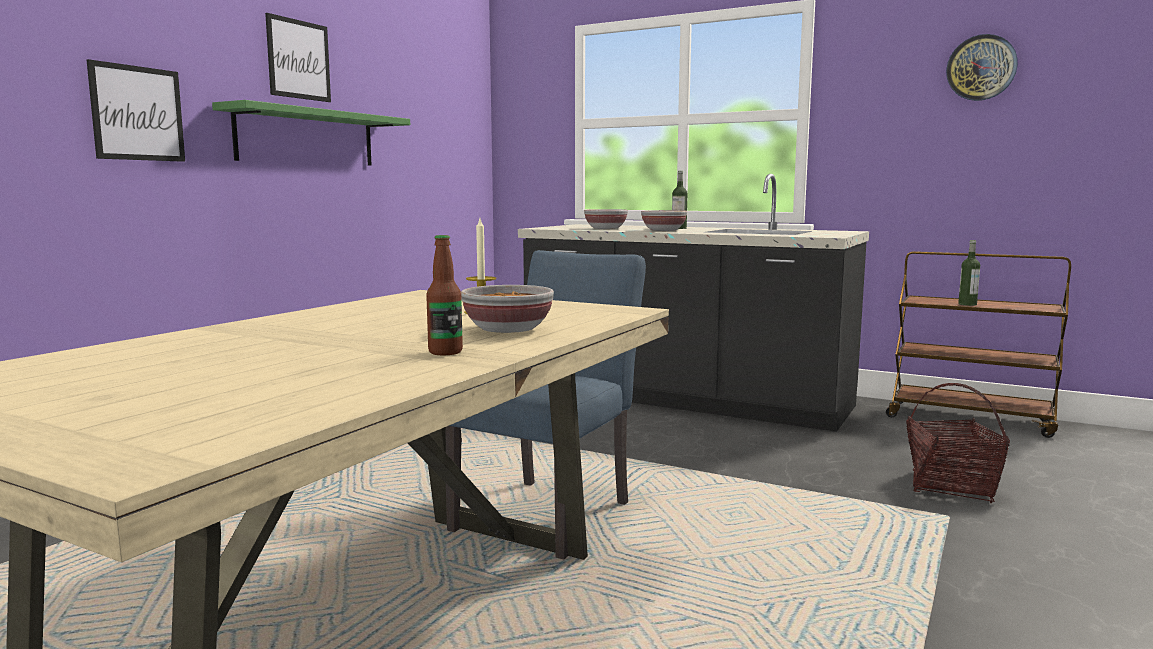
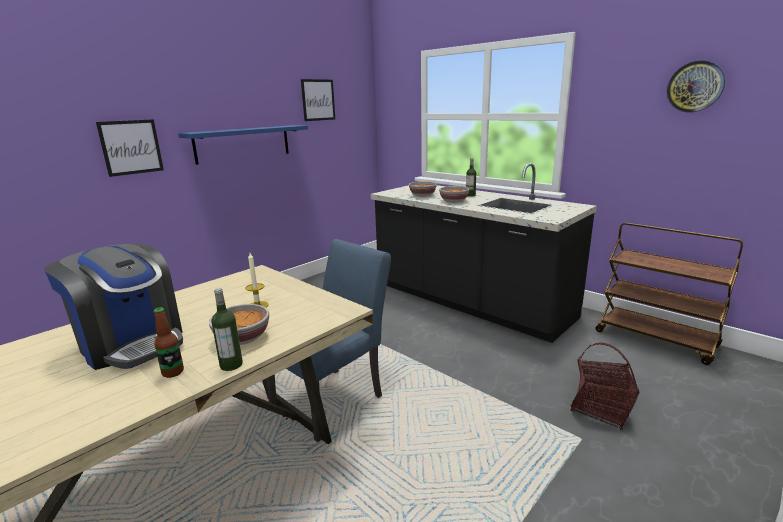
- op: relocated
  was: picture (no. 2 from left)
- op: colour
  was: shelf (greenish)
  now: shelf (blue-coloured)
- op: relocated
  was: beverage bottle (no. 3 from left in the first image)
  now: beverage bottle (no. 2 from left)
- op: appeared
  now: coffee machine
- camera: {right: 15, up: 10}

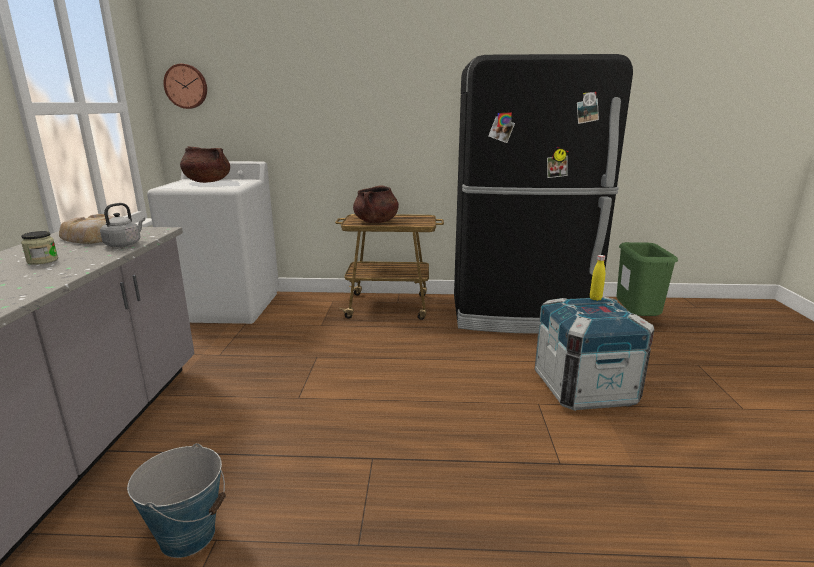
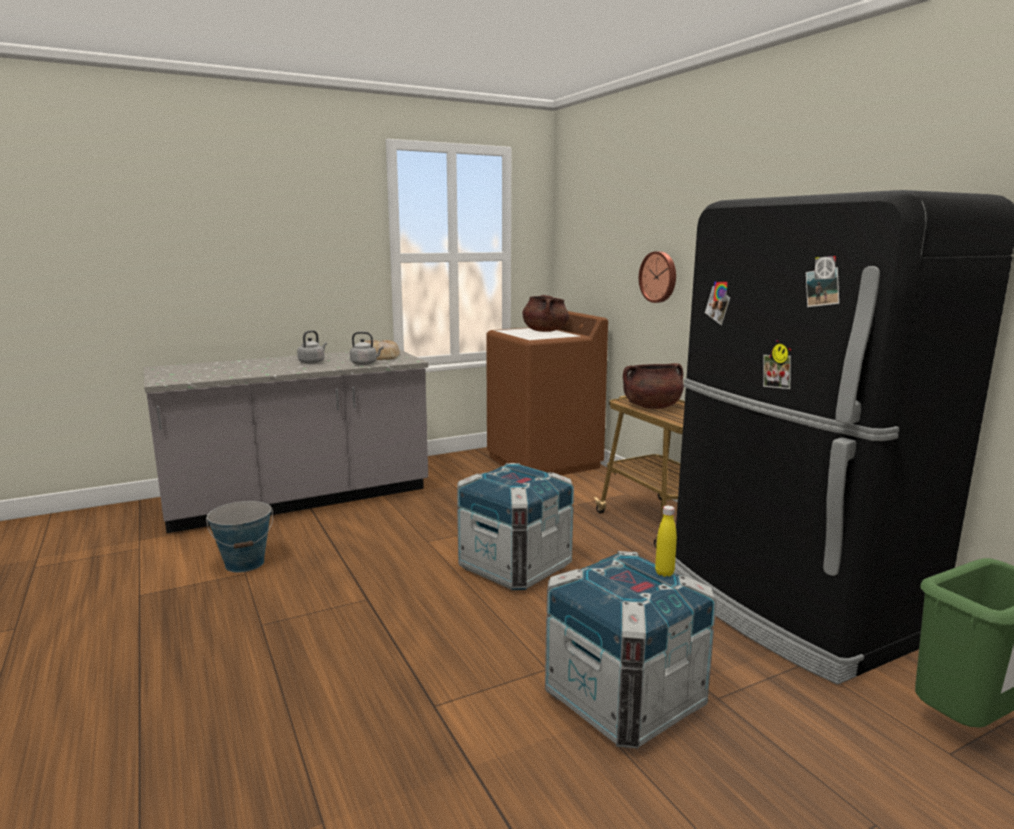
- op: relocated
  was: clock on the wall
- op: colour
  was: washing machine (white)
  now: washing machine (brown)
- op: exchanged
  was: jar
  now: tea kettle (greyish) (no. 1 from left)
- op: appeared
  now: packing crate (no. 1 from left)
- camera: {right: 60, up: -5}

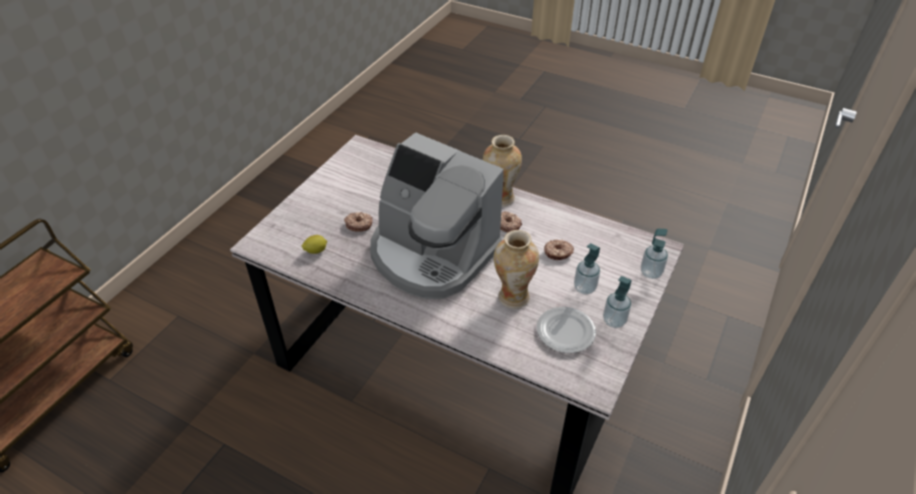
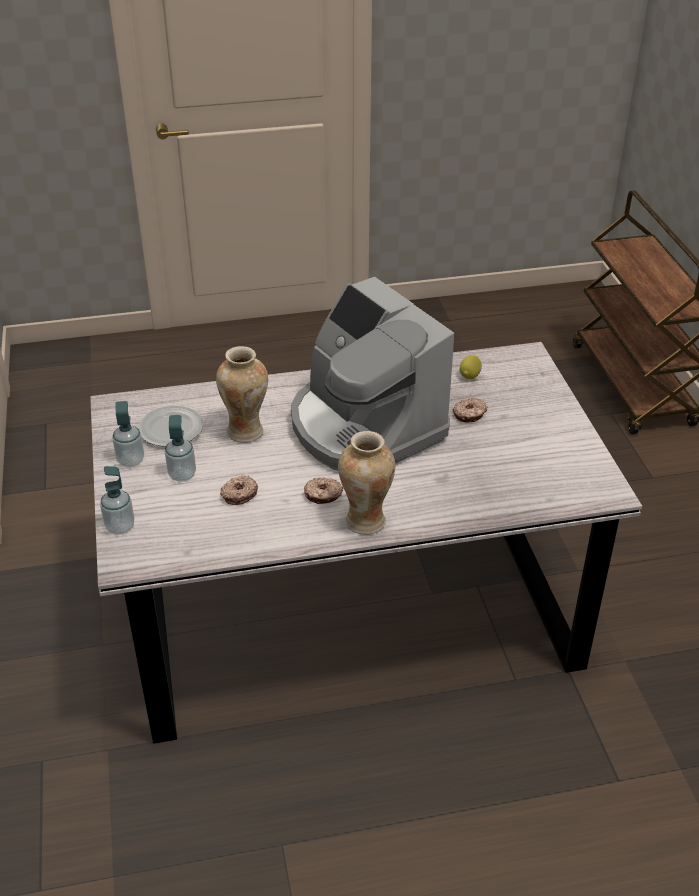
- op: spun
  was: coffee machine
  clockwise: -120
- camera: {right: 140, up: -5}

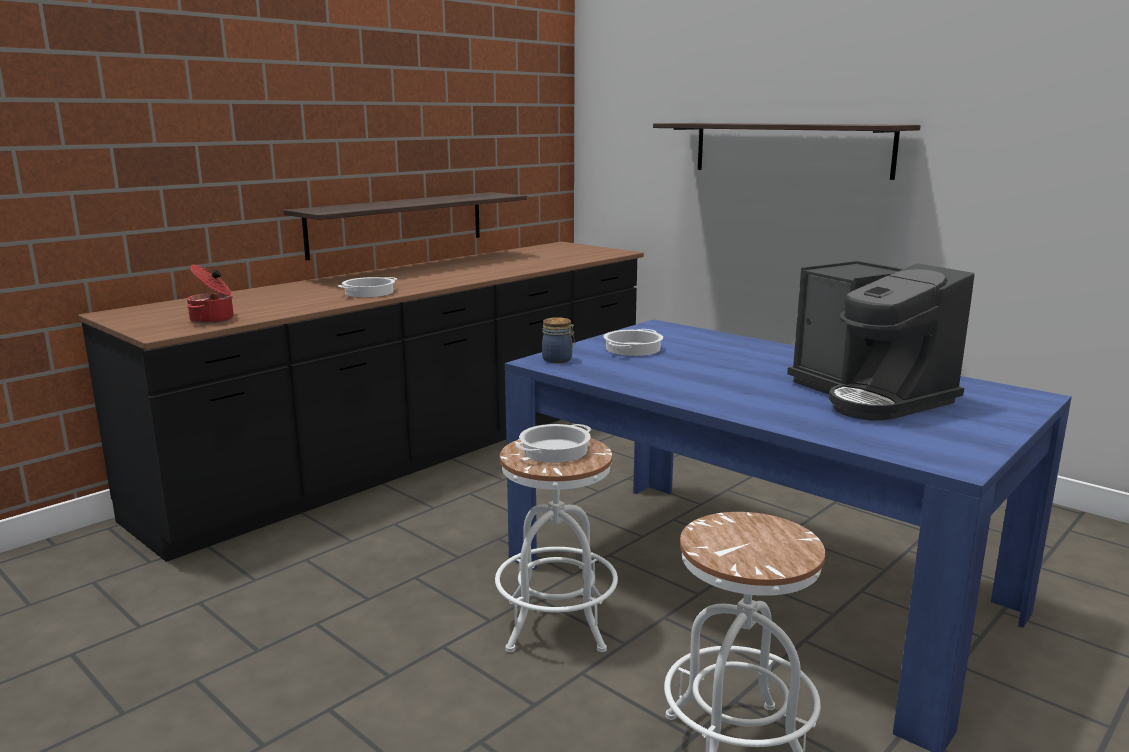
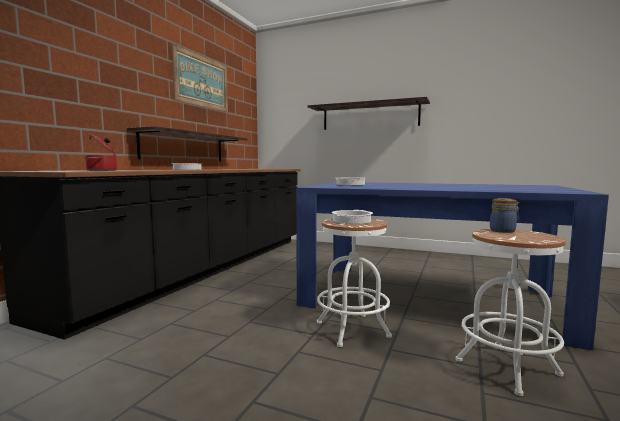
- op: missing
  was: coffee machine
- op: relocated
  was: jar
- op: appeared
  now: picture
- camera: {right: -20, up: -10}

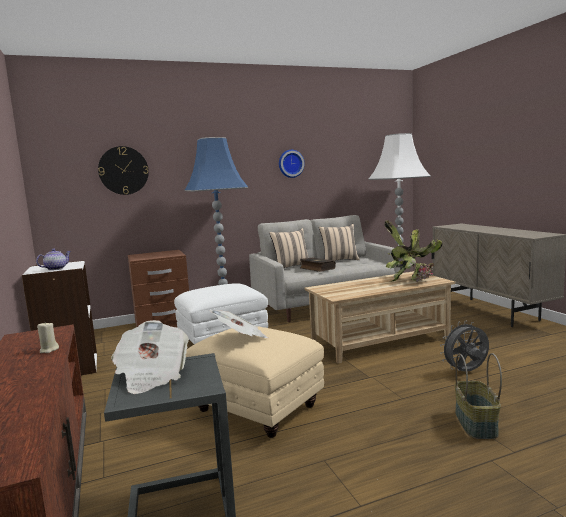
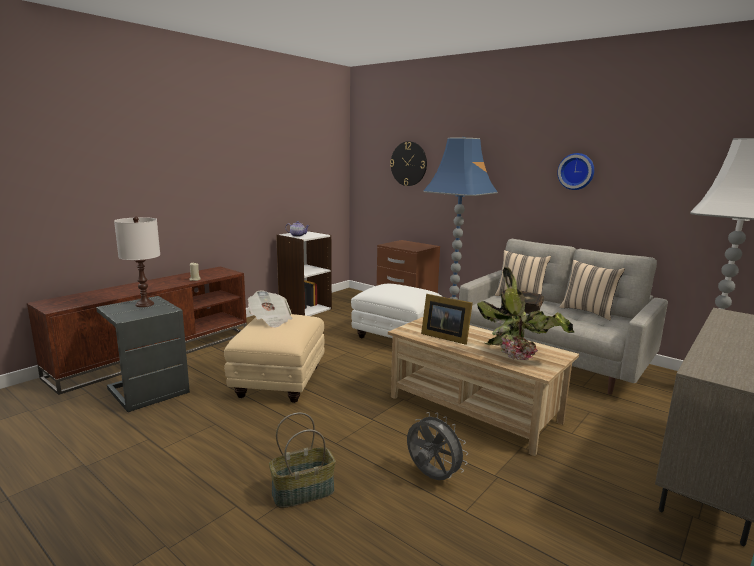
- op: exchanged
  was: printed paper (no. 1 from left)
  now: table lamp (white)
- op: appeared
  now: photo frame
- camera: {right: 60, up: 5}

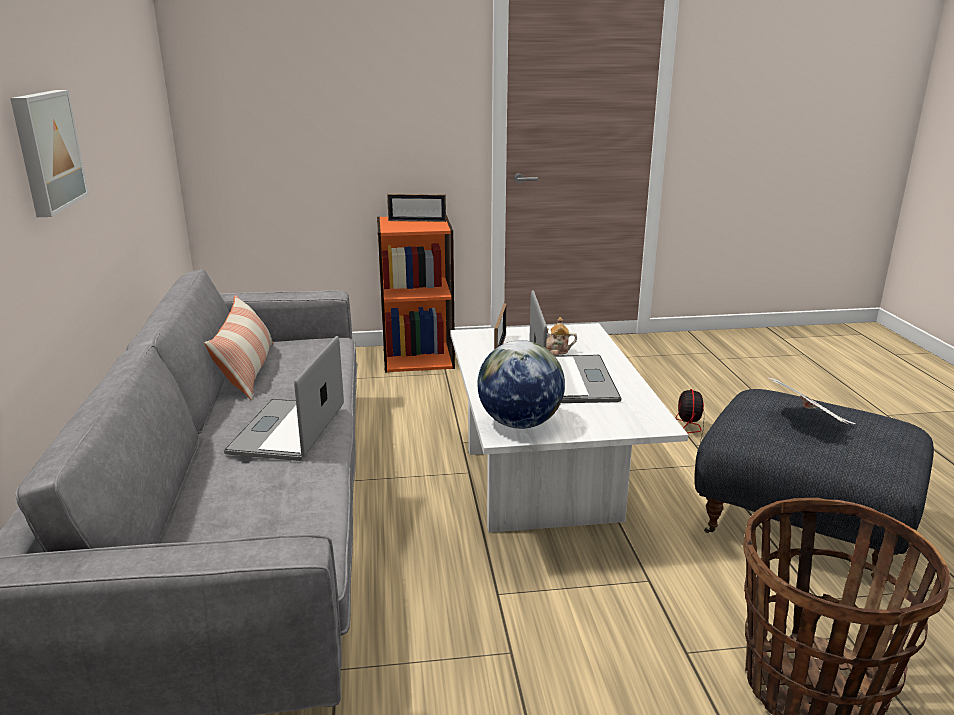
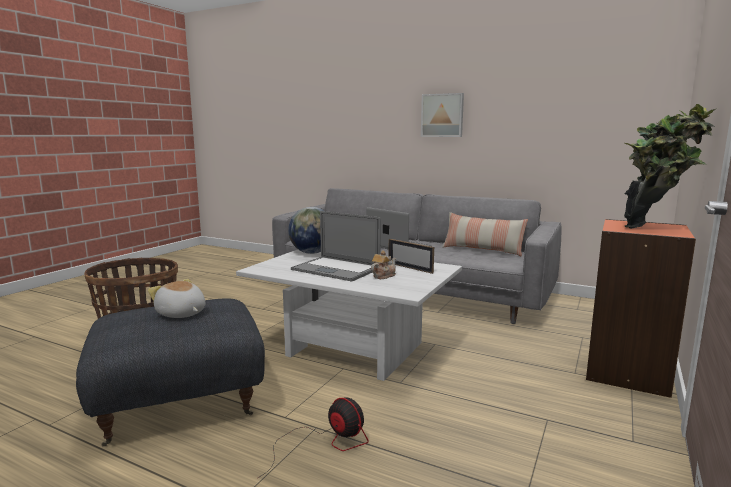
- op: exchanged
  was: photo frame (no. 1 from left)
  now: potted plant
- op: exchanged
  was: printed paper
  now: plush toy
- camera: {right: 125, up: -10}

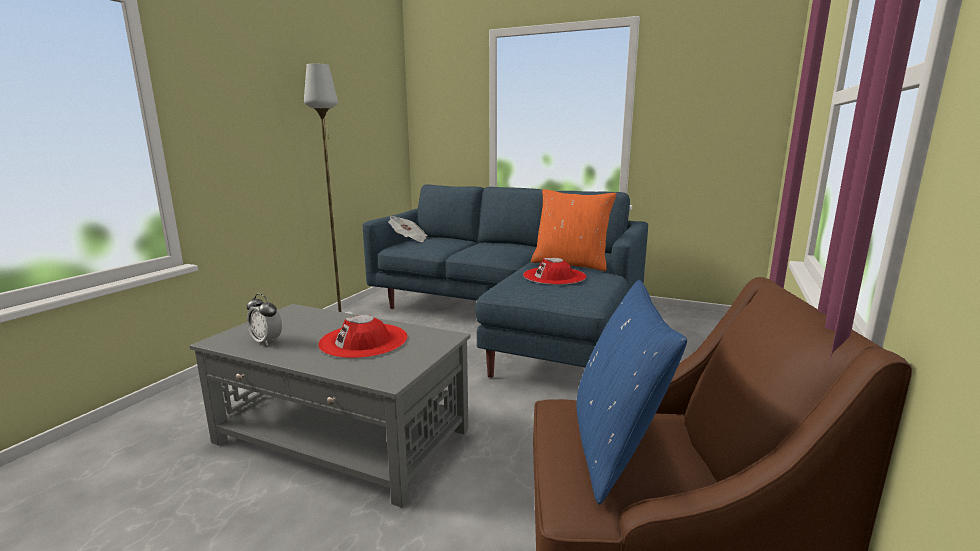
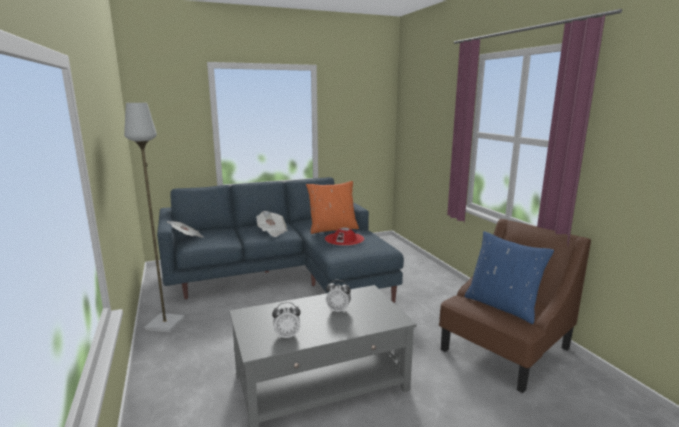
- op: exchanged
  was: wearable hat (red) (no. 1 from left)
  now: alarm clock (no. 2 from left)
- op: appeared
  now: printed paper (no. 2 from left)
- camera: {right: -45, up: 0}

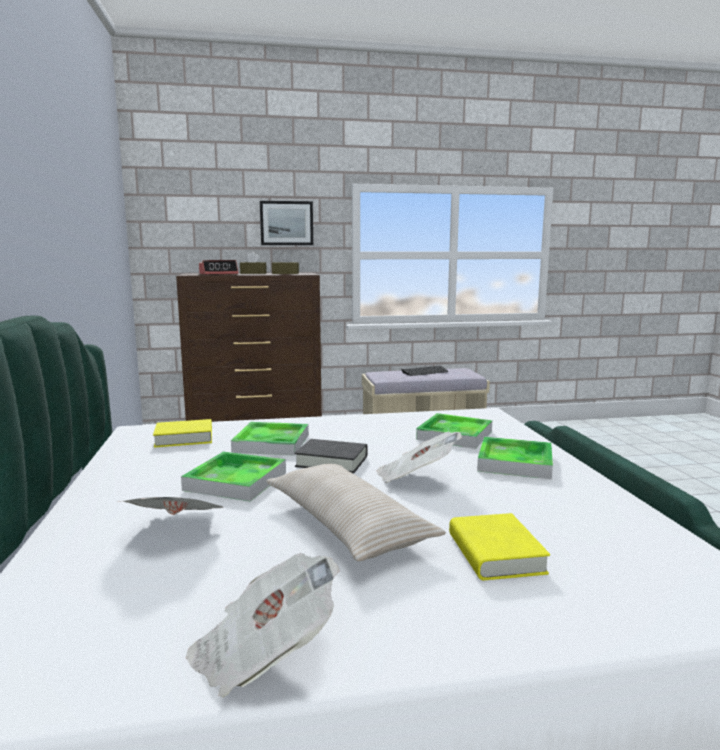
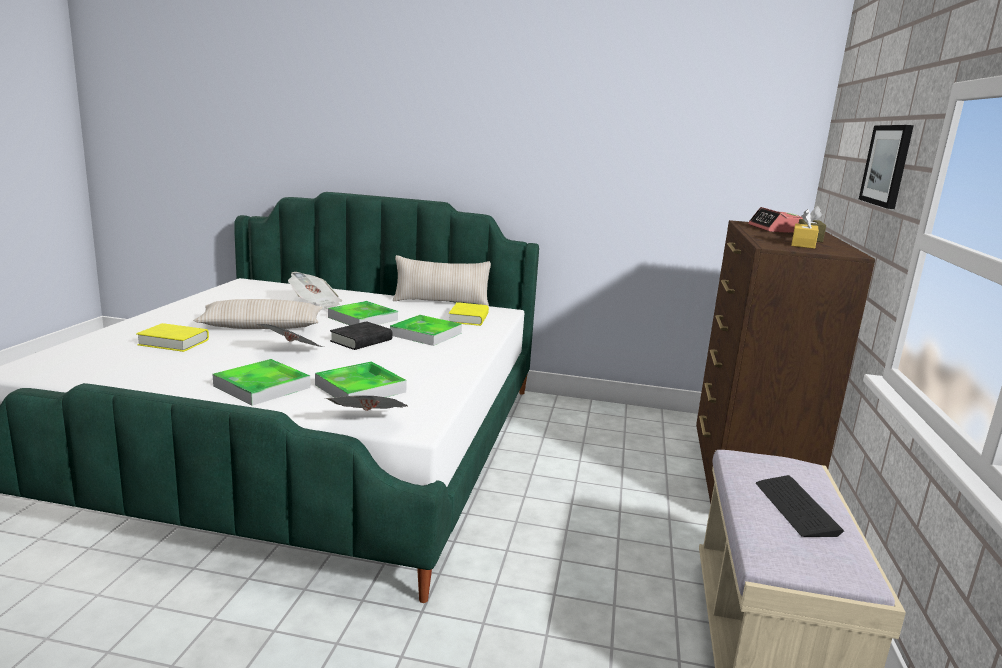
- op: colour
  was: box of tissues (brown) (no. 2 from left)
  now: box of tissues (yellow)
- op: relocated
  was: printed paper (no. 2 from left in the first image)
  now: printed paper (no. 3 from left)
- op: appeared
  now: pillow (beige) (no. 2 from left)
- camera: {right: 110, up: 5}

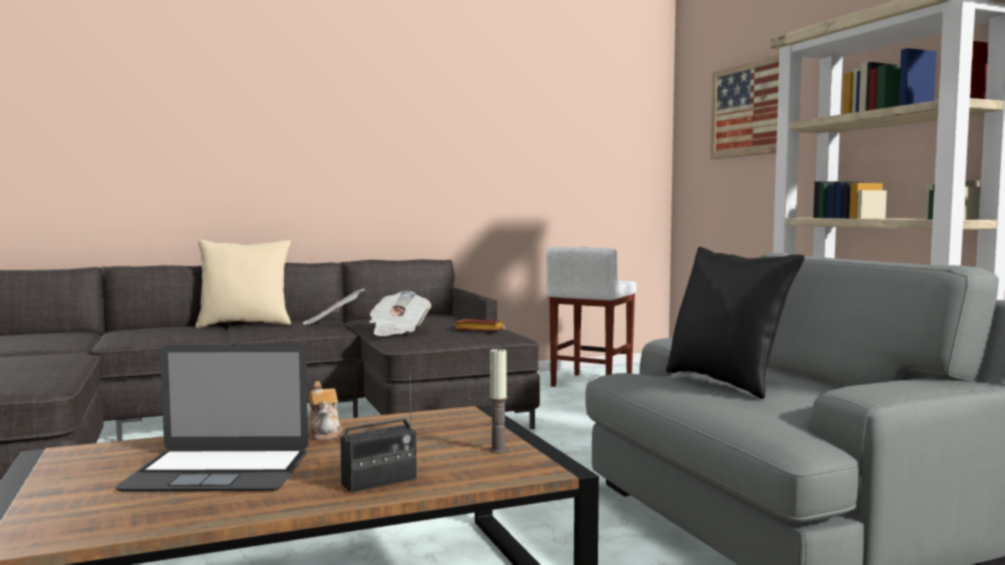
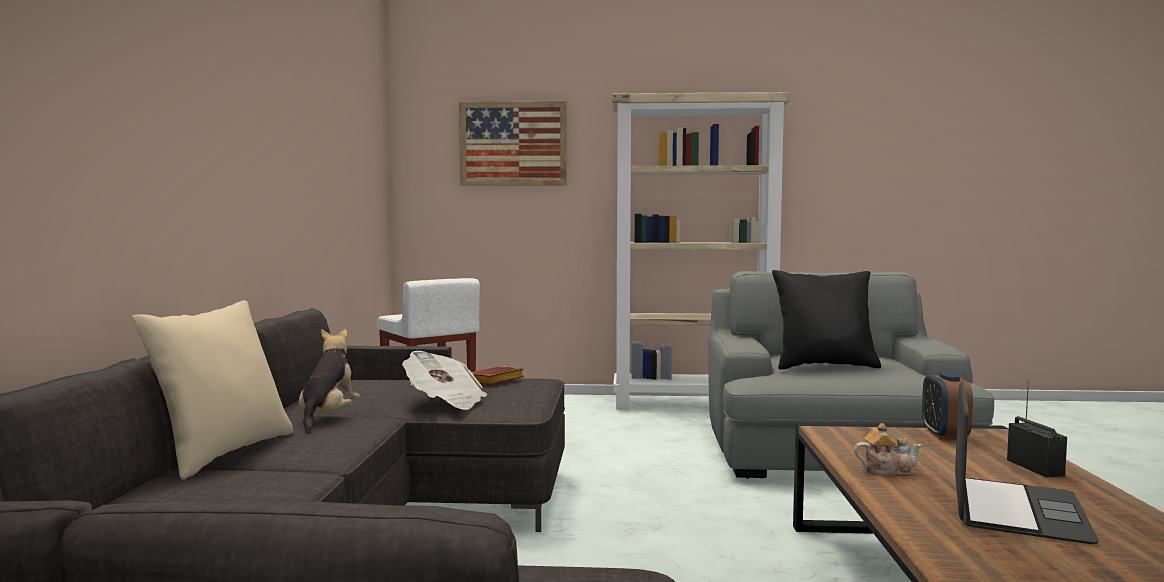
- op: exchanged
  was: printed paper (no. 1 from left)
  now: plush toy
- op: exchanged
  was: wax candle
  now: alarm clock
- camera: {right: -65, up: 0}

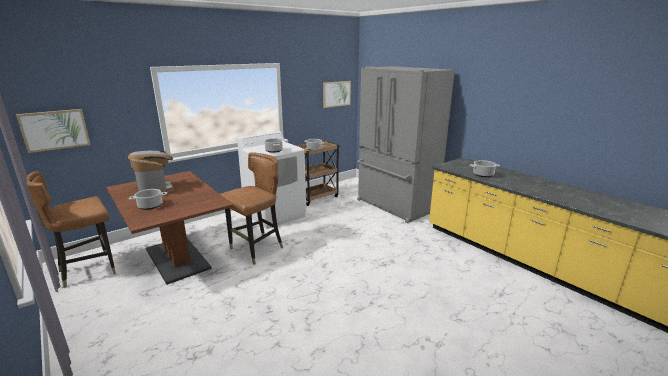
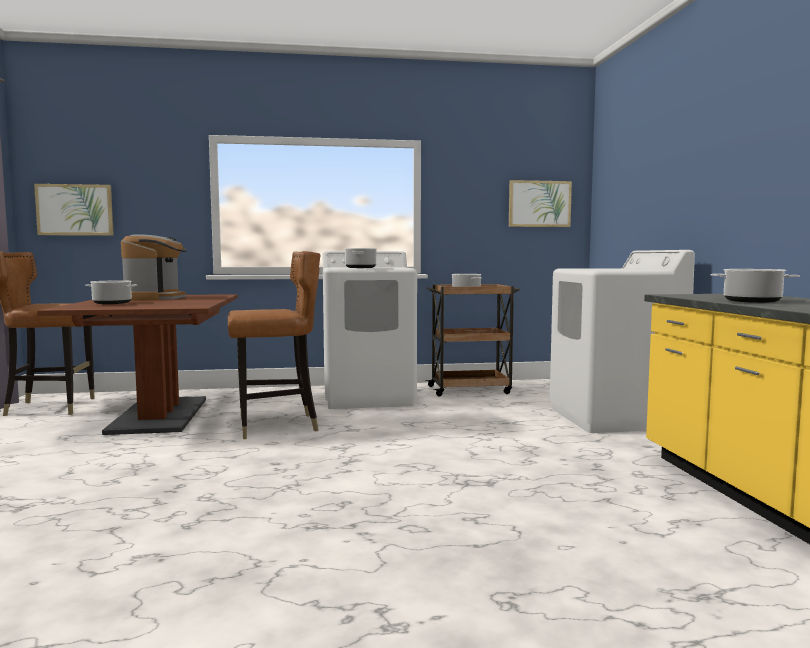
- op: exchanged
  was: fridge (greyish)
  now: washing machine (white) (no. 2 from left)
- camera: {right: 30, up: -15}

